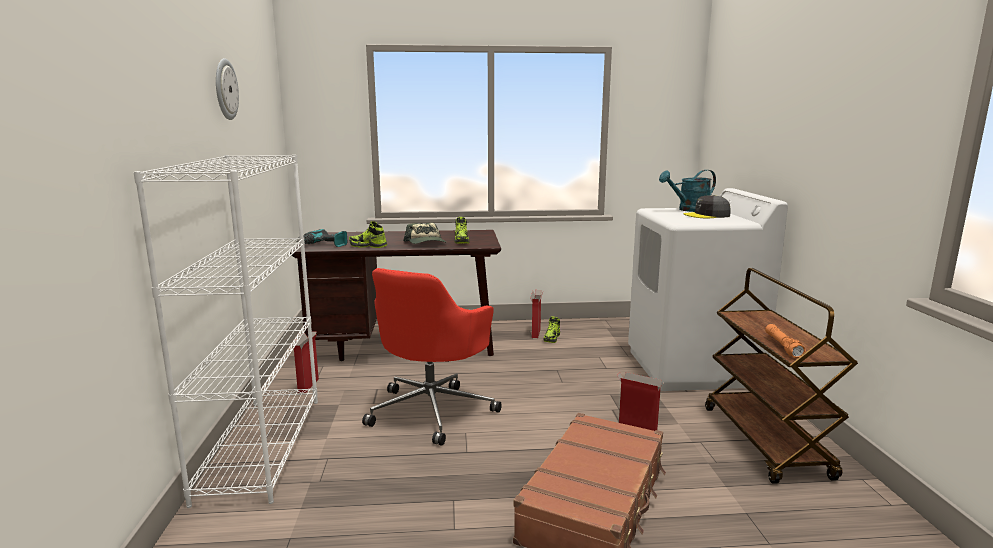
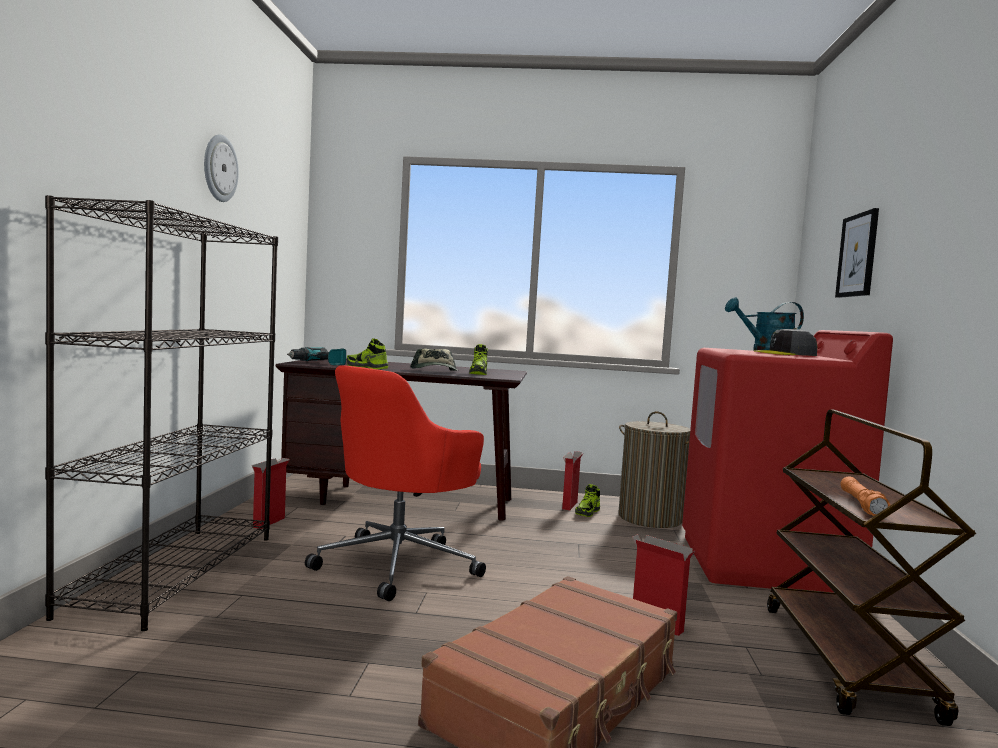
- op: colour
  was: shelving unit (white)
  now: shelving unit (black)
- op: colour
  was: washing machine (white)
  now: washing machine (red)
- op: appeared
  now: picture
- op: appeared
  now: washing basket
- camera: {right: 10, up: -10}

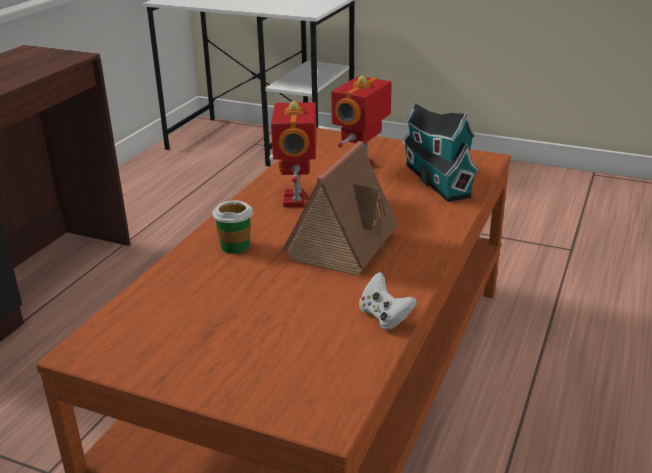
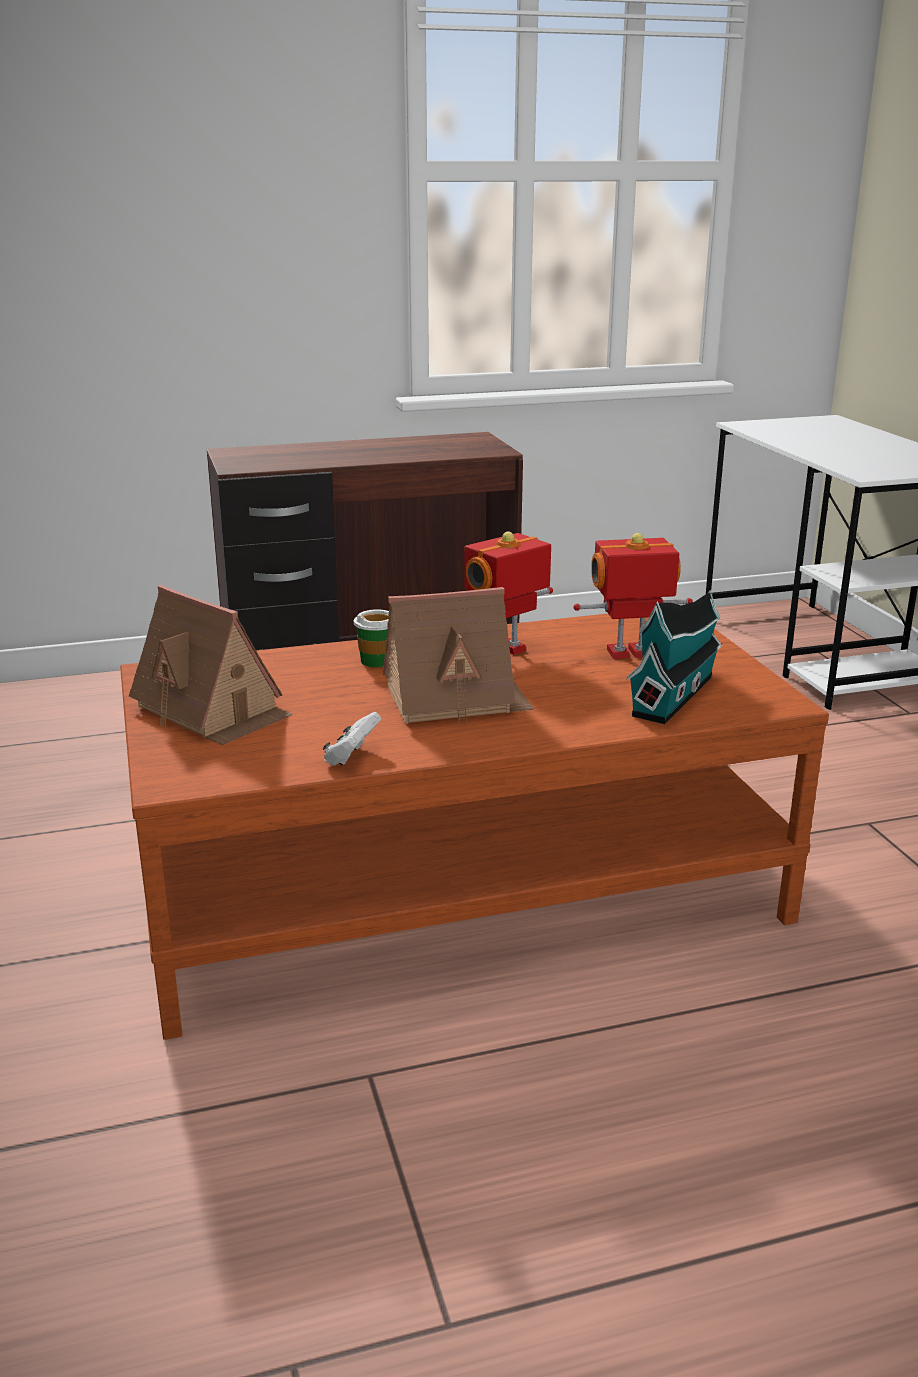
- op: appeared
  now: toy house (no. 1 from left)
- camera: {right: 50, up: -5}

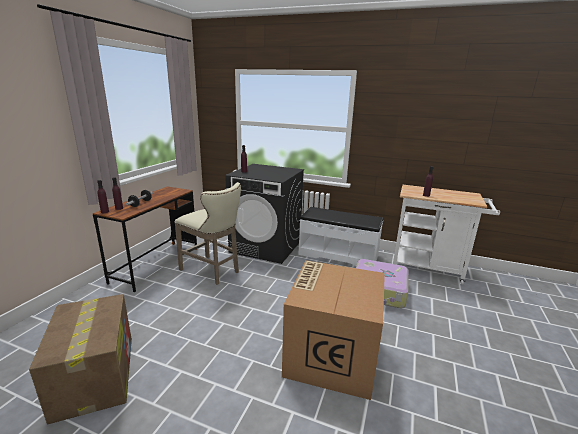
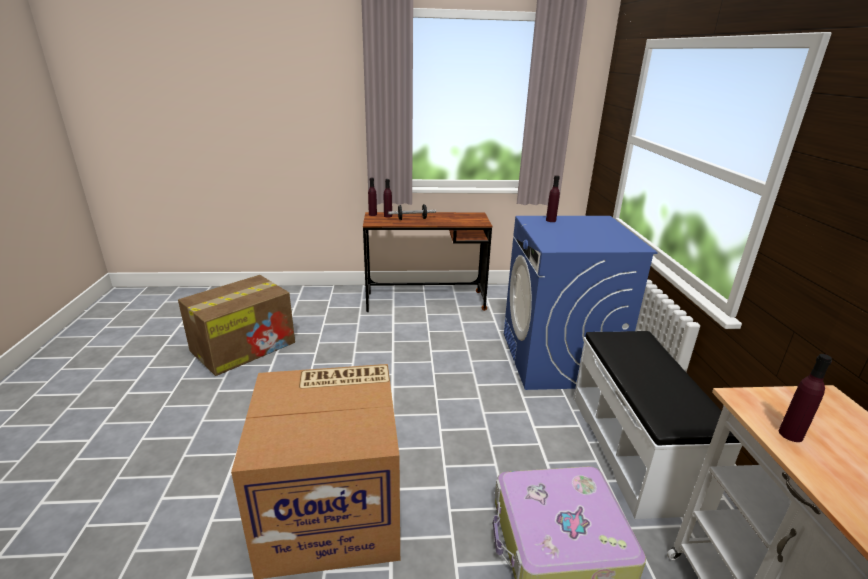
- op: colour
  was: washing machine (black)
  now: washing machine (blue-coloured)
- op: missing
  was: stool (beige)
- camera: {right: 65, up: 5}

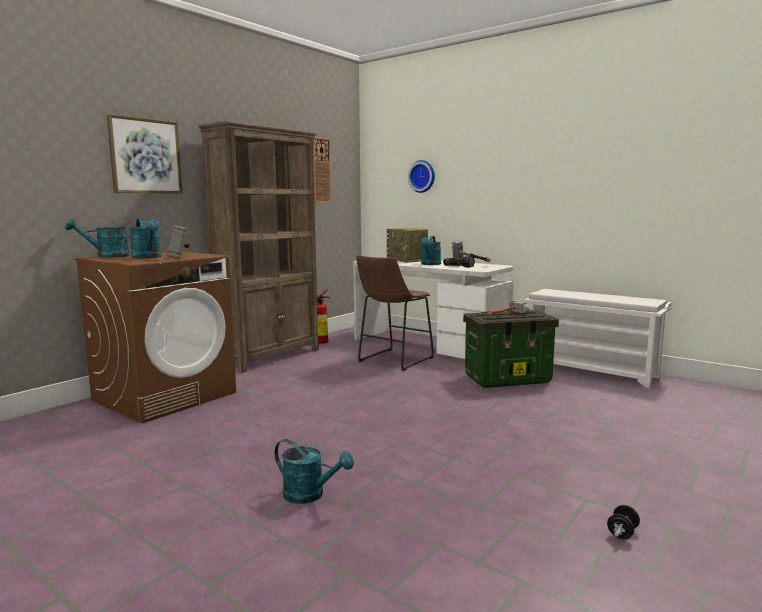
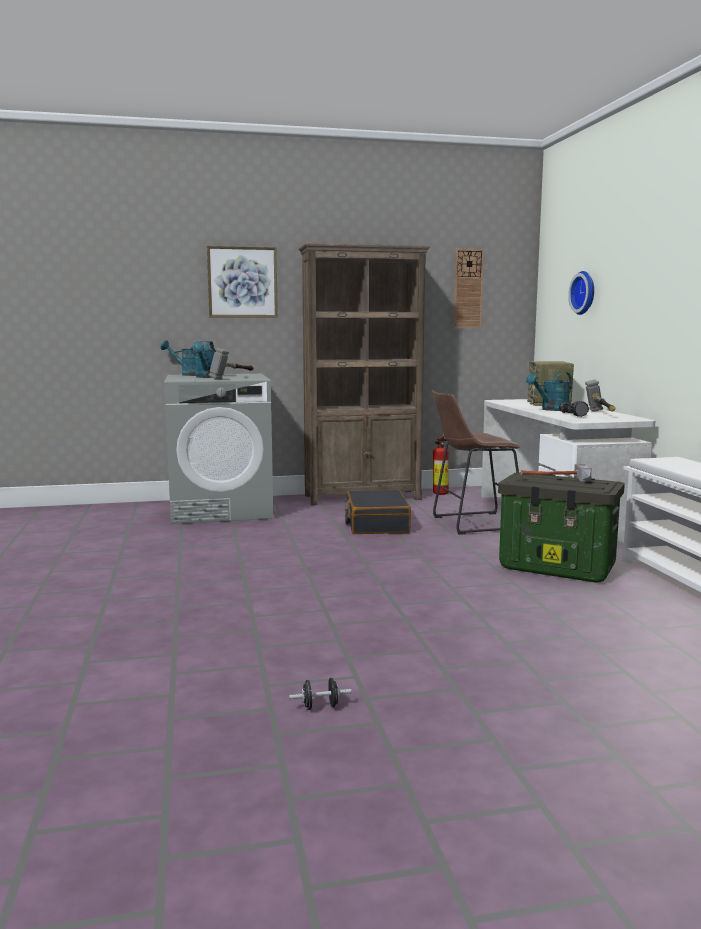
- op: colour
  was: washing machine (brown)
  now: washing machine (greyish)
- op: missing
  was: watering can (turquoise) (no. 3 from left)
- op: appeared
  now: travel case (black)
- camera: {right: 40, up: 0}

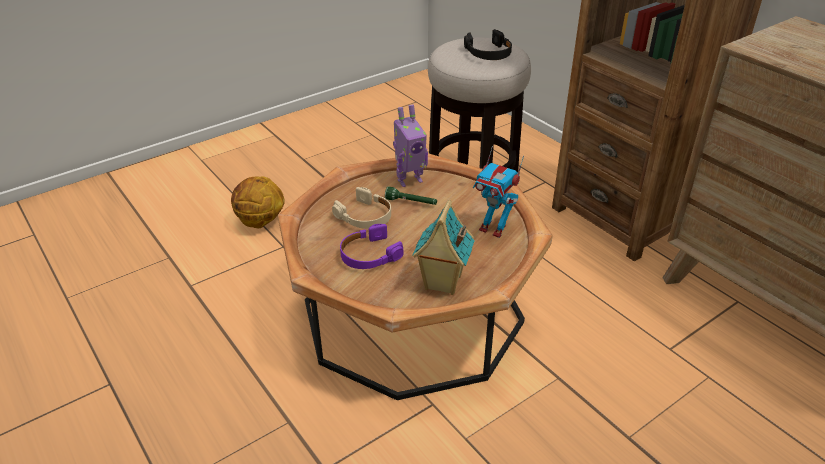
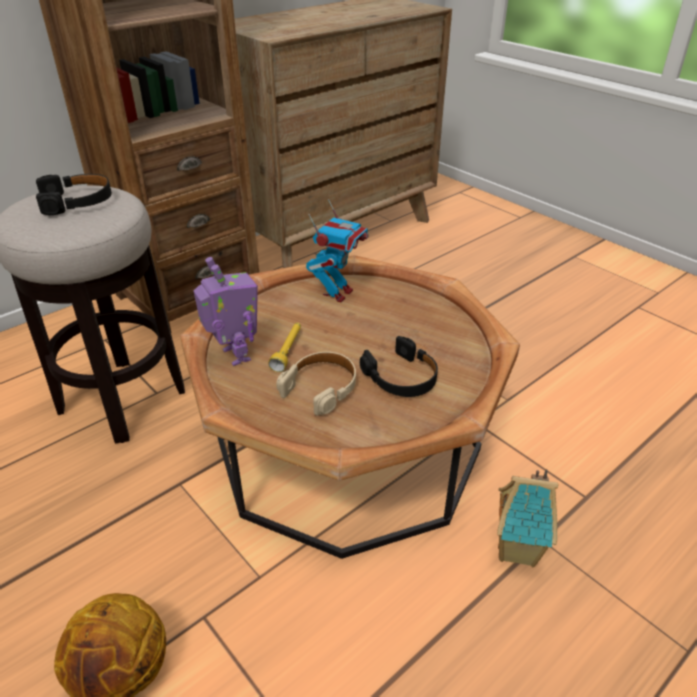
- op: colour
  was: torch (greenish)
  now: torch (yellow)
- op: relocated
  was: toy house
- op: colour
  was: pair of headphones (purple)
  now: pair of headphones (black) (no. 2 from left)
- camera: {right: -95, up: 0}

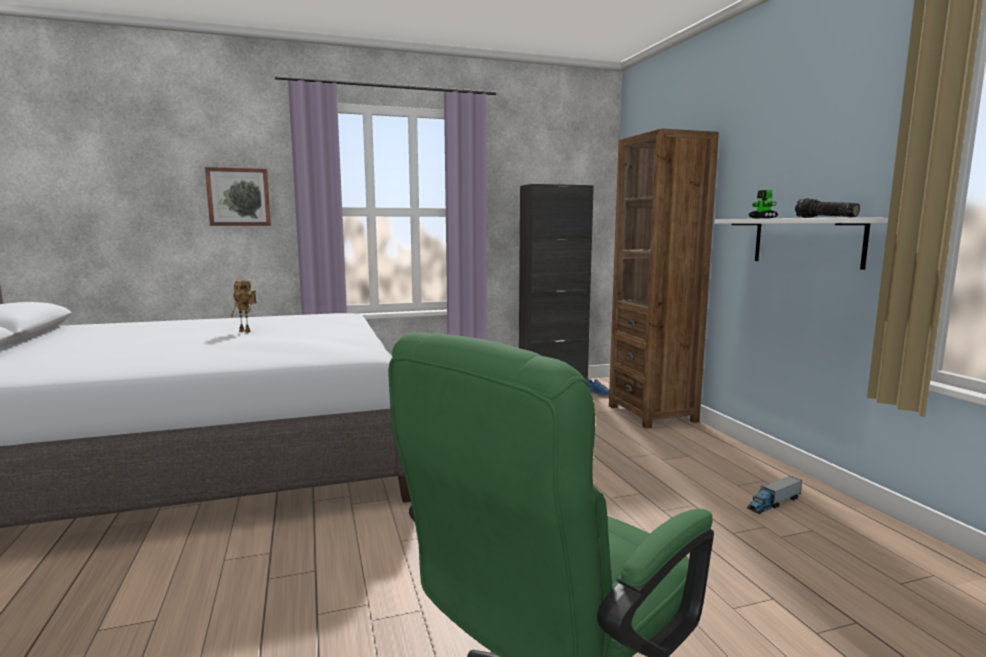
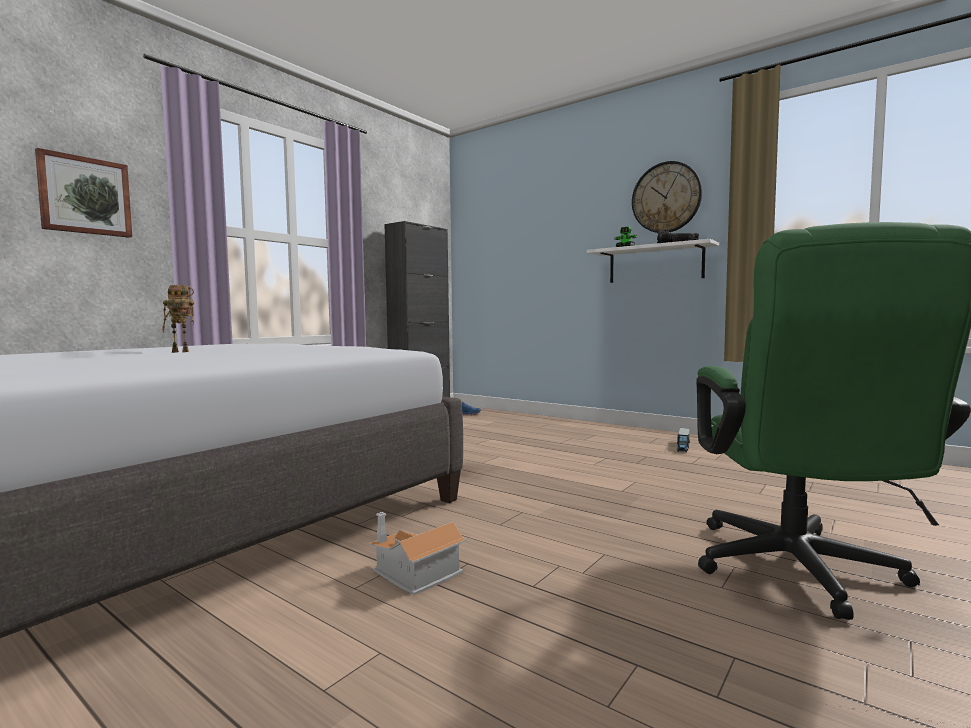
- op: missing
  was: shelving unit (brown)
- op: appeared
  now: clock on the wall
- op: appeared
  now: toy house
- camera: {right: -35, up: -5}

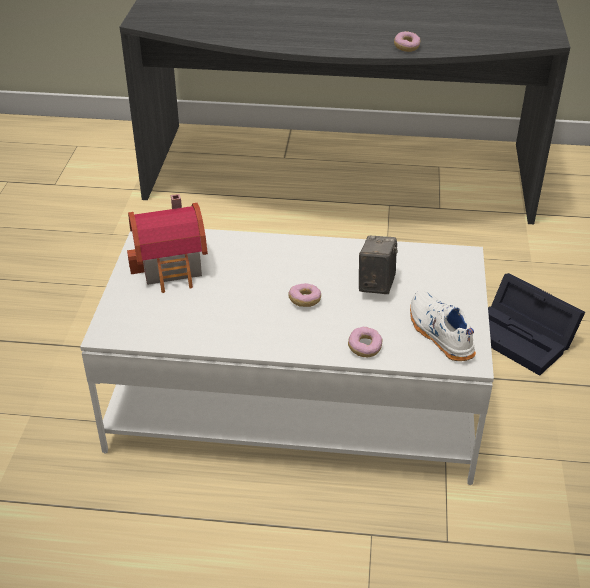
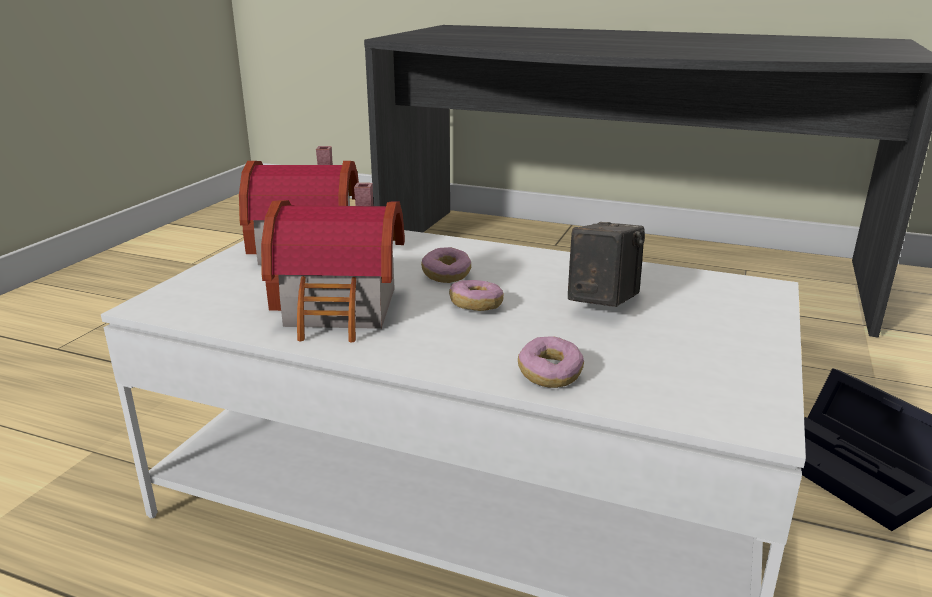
- op: relocated
  was: donut (no. 3 from left in the first image)
  now: donut (no. 1 from left)
- op: missing
  was: low shoe (white)
- op: appeared
  now: toy house (no. 2 from left)
- camera: {right: 15, up: -15}

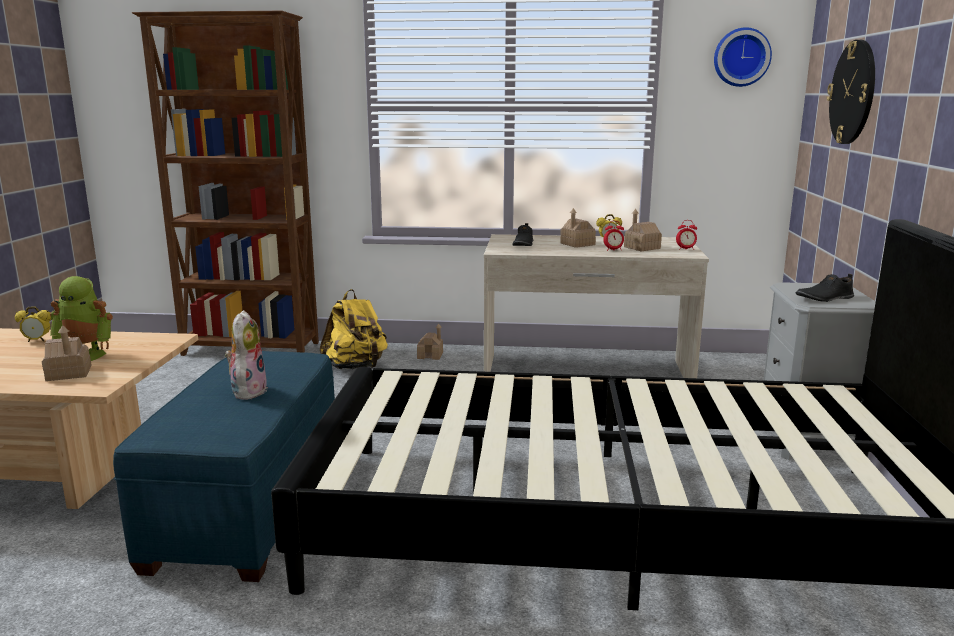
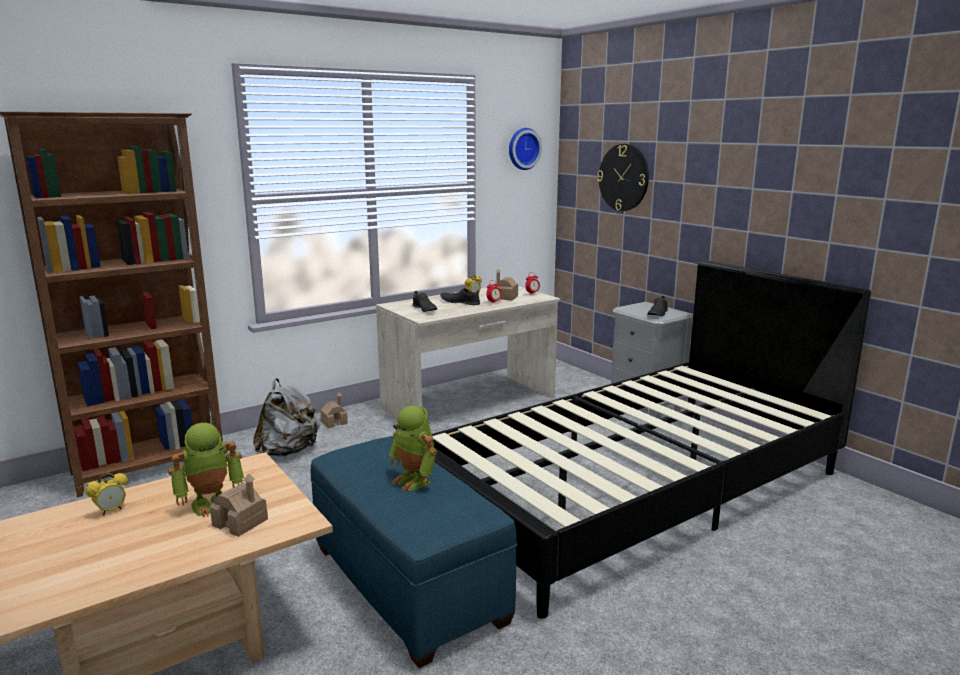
- op: exchanged
  was: toy house (no. 3 from left)
  now: low shoe (black) (no. 2 from left)
- op: colour
  was: knapsack (yellow)
  now: knapsack (greyish)
- op: exchanged
  was: plush toy
  now: model robot (no. 2 from left)
- camera: {right: -40, up: 0}

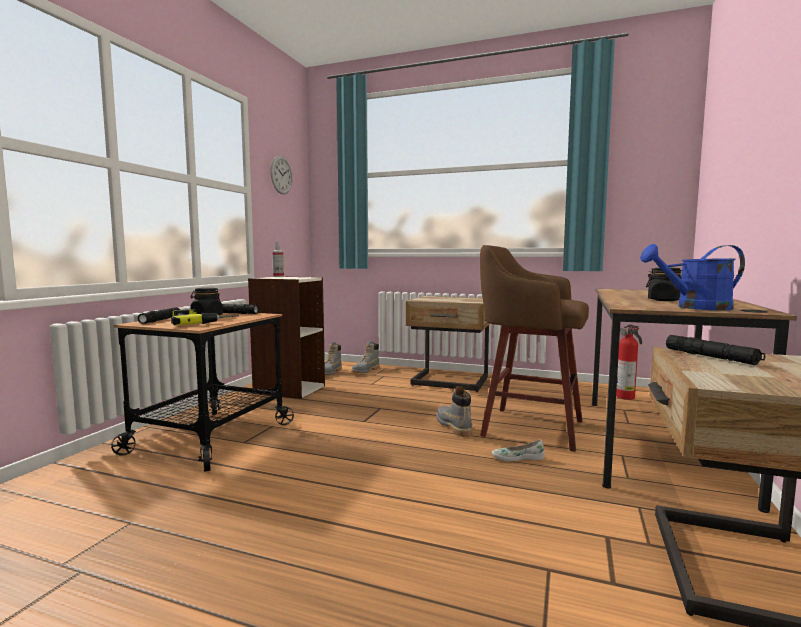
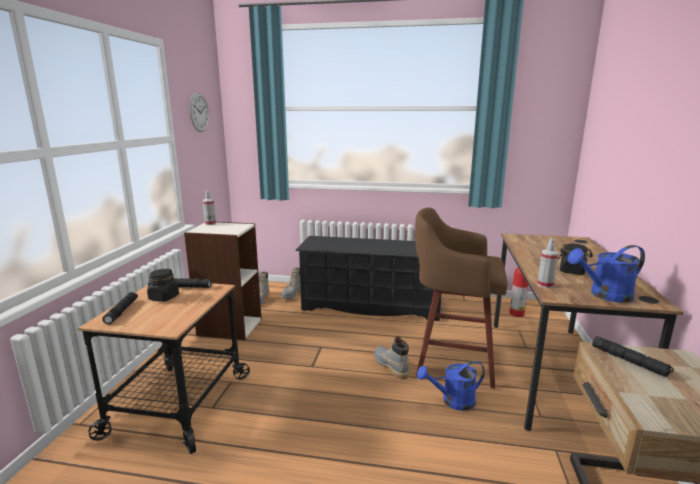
- op: exchanged
  was: night table (beige) (no. 1 from left)
  now: shoe rack (black)
- op: missing
  was: power drill
- op: exchanged
  was: low shoe (white)
  now: watering can (blue-coloured) (no. 1 from left)
- op: appeared
  now: sprayer (no. 2 from left)
- camera: {right: -10, up: 10}

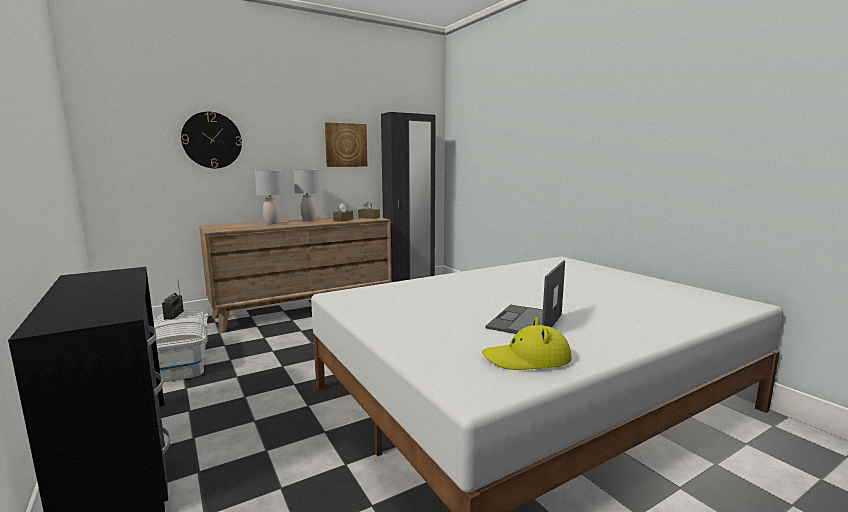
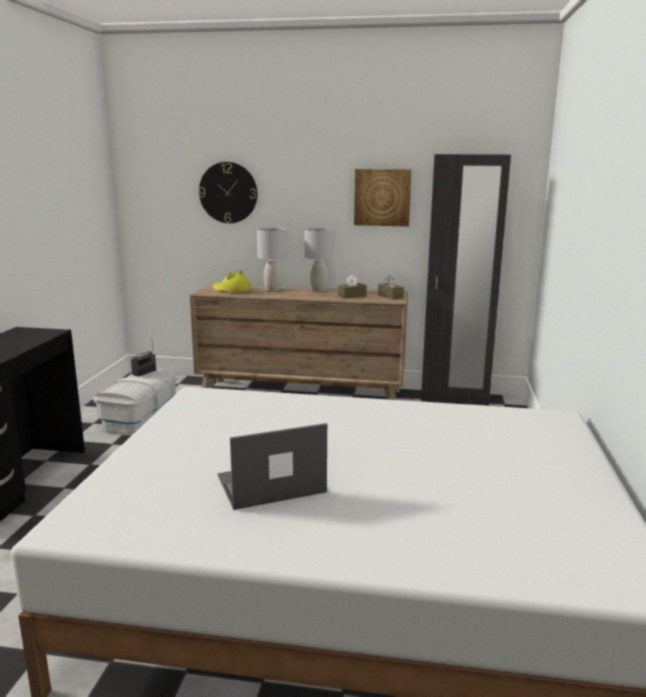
- op: relocated
  was: wearable hat (yellow)
- camera: {right: 40, up: 5}

